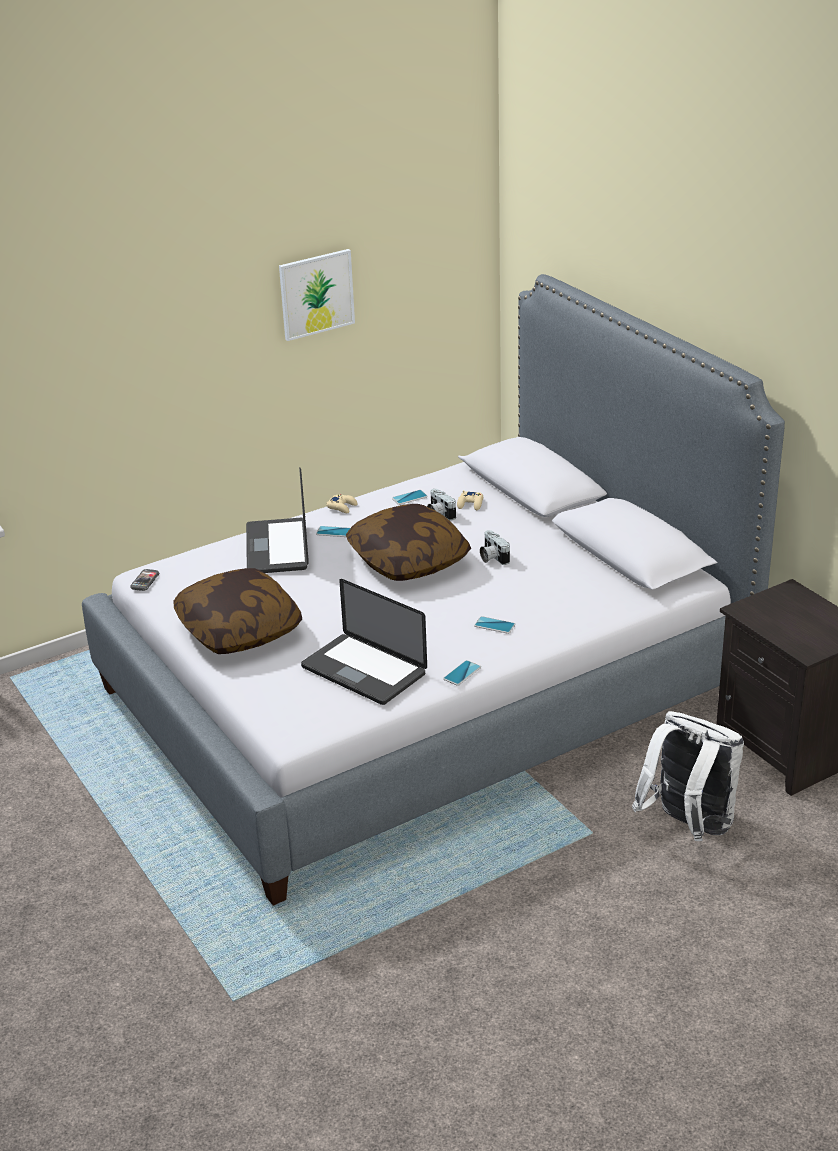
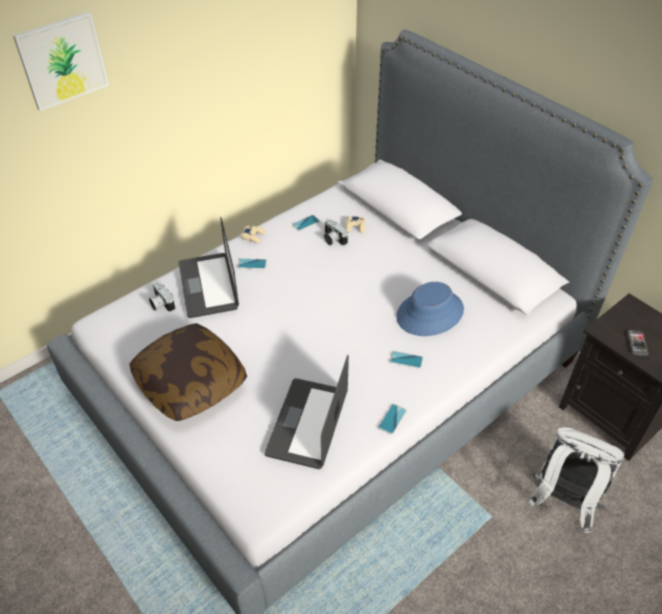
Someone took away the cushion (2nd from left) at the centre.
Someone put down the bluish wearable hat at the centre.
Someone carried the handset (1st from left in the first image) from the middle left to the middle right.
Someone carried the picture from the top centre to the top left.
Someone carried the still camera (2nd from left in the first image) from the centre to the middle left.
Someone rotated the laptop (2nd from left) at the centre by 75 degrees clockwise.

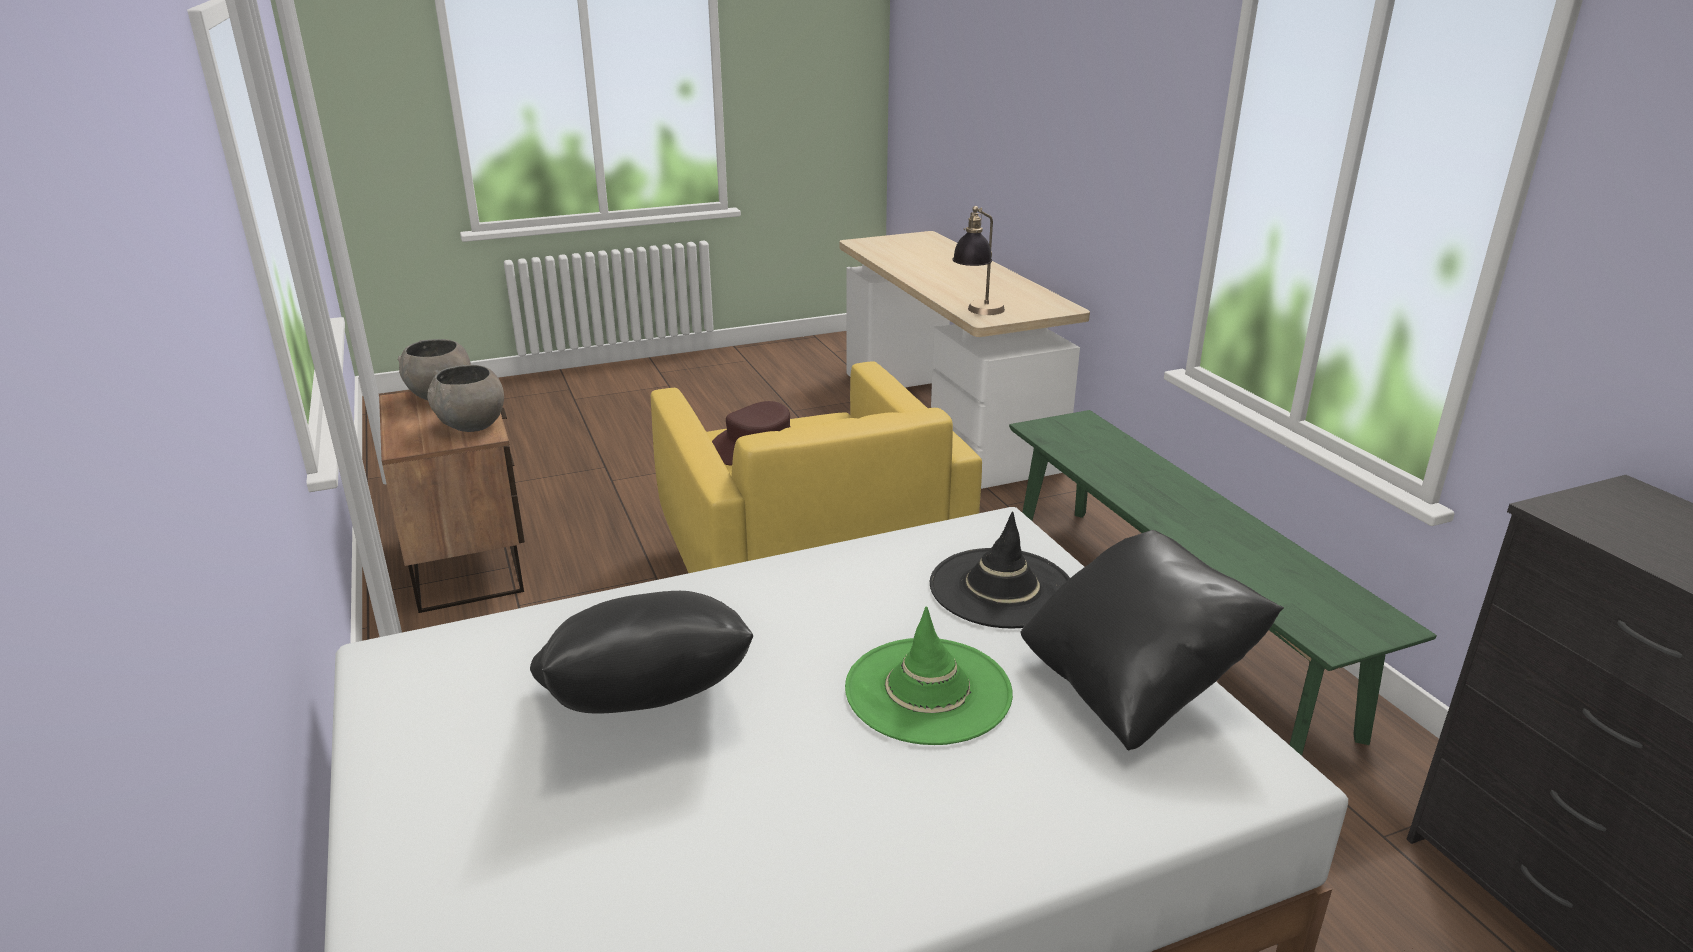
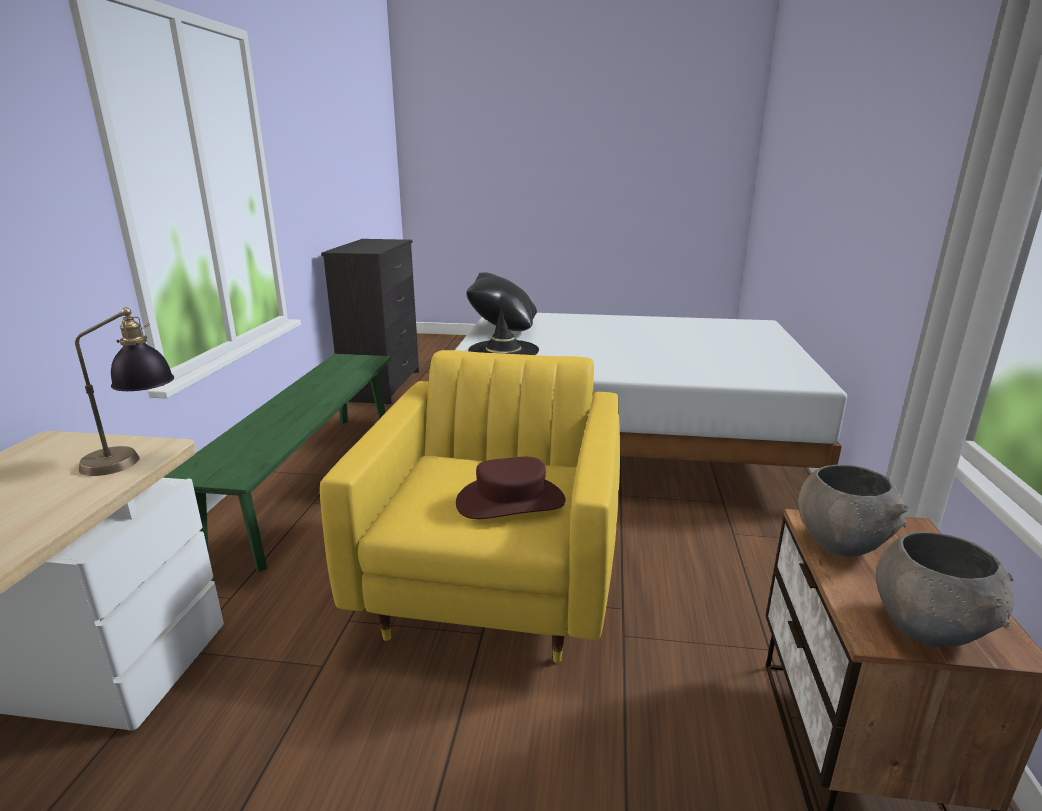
Someone took away the black cushion (1st from left) at the bottom centre.
Someone took away the green wearable hat at the bottom centre.

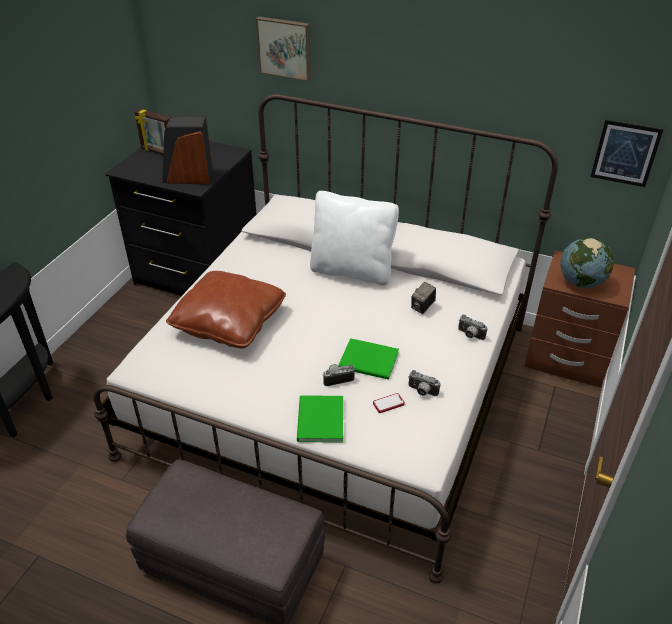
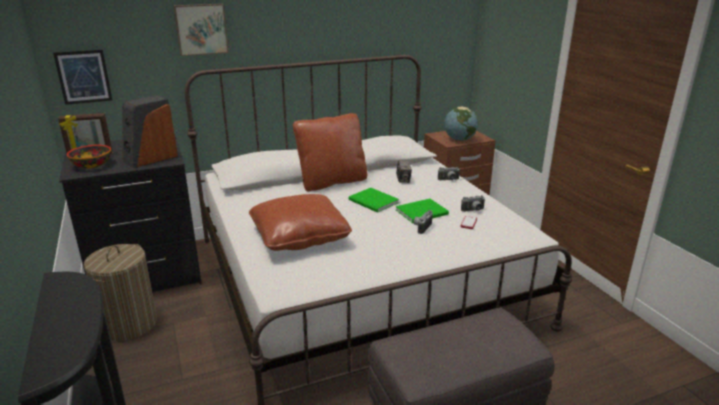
Someone put down the bowl at the middle left.
Someone put down the laundry basket at the bottom left.
Someone carried the green bound book (1st from left) from the bottom centre to the centre.
Someone carried the picture (2nd from left in the first image) from the top right to the top left.
Someone repainted the whitish cushion at the centre, which became the brown cushion (2nd from left) at the centre.

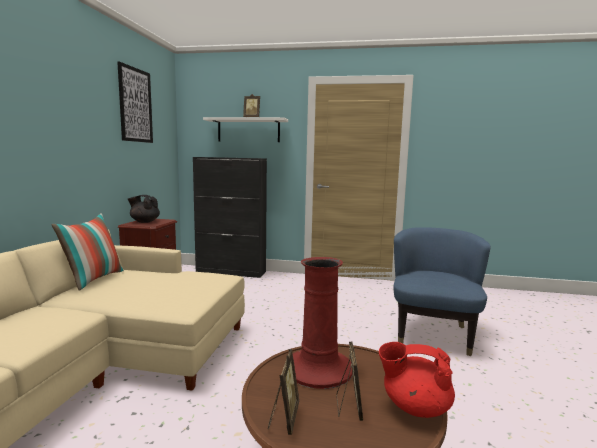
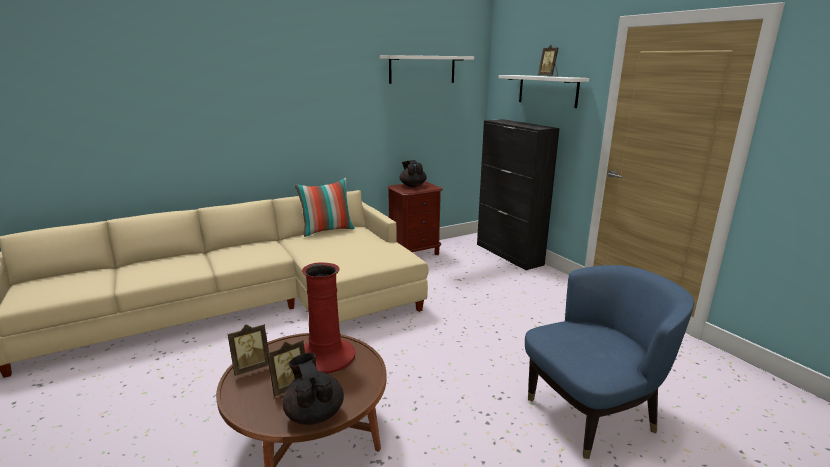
Someone swapped the picture at the top left for the whitish shelf (1st from left) at the top centre.
Someone repainted the red-coloured teapot at the bottom right, which became the black teapot (1st from left) at the bottom centre.

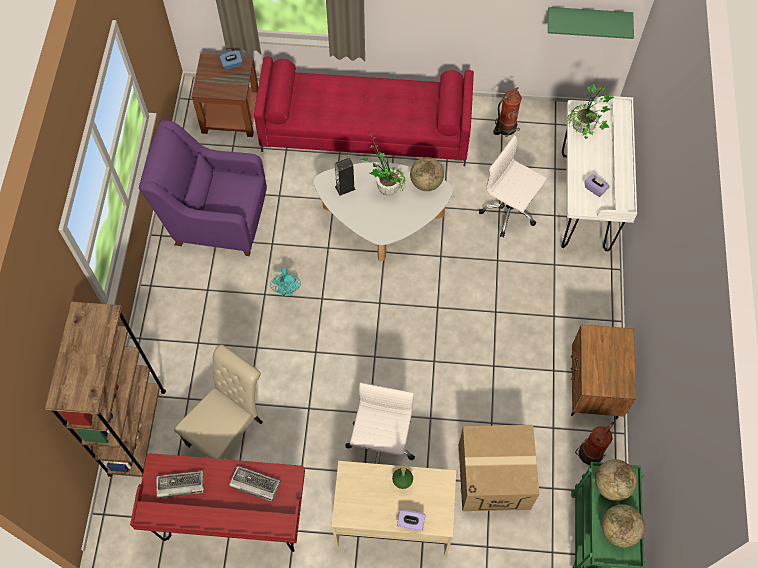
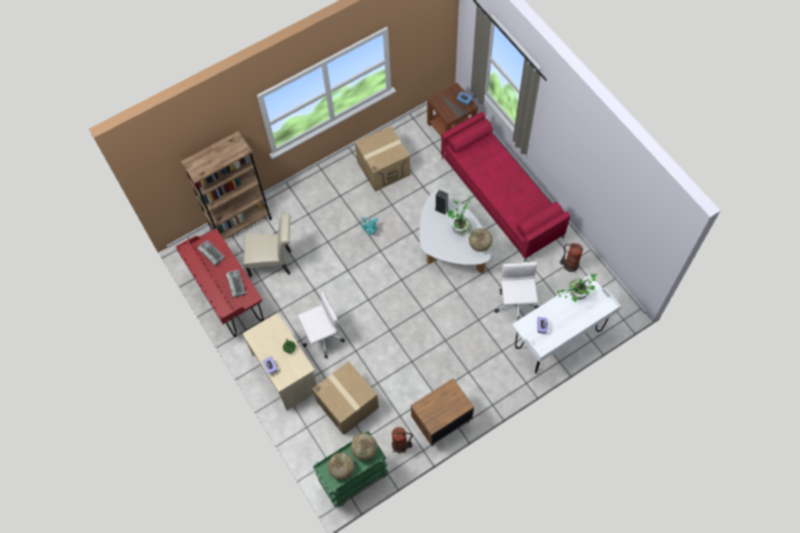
Someone took away the green shelf at the top right.
Someone swapped the purplish lounge chair at the top left for the packing box (2nd from left) at the top centre.

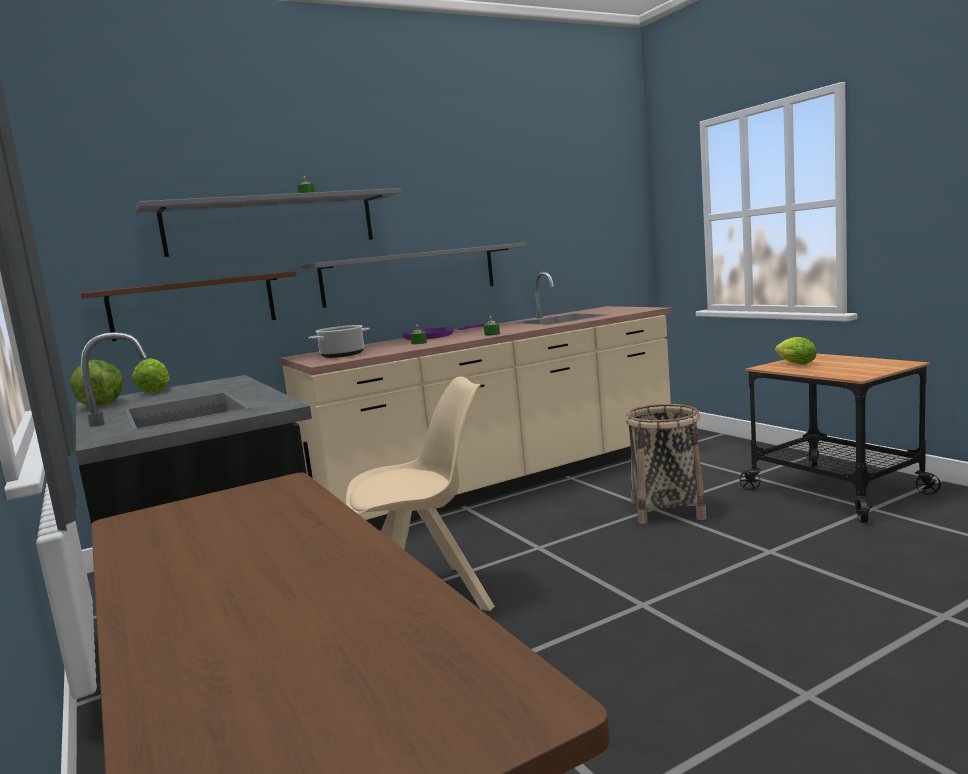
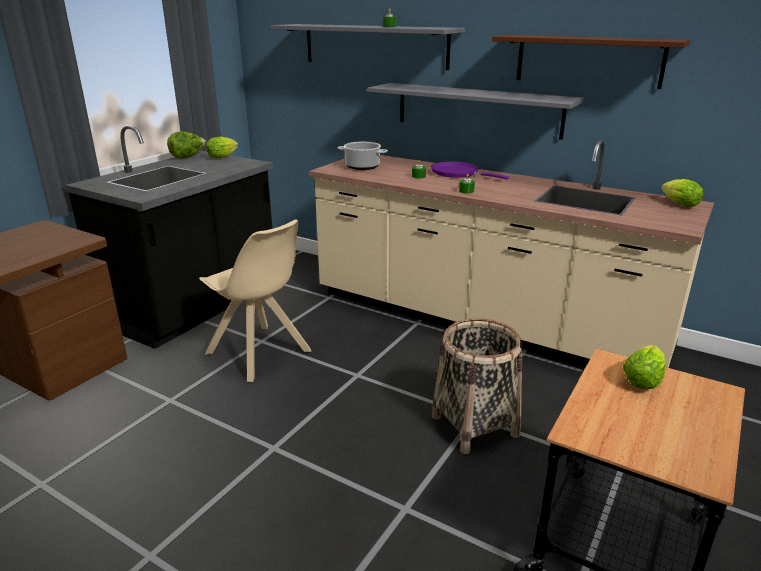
Someone put down the lettuce head (4th from left) at the middle right.
Someone carried the brown shelf from the middle left to the top right.

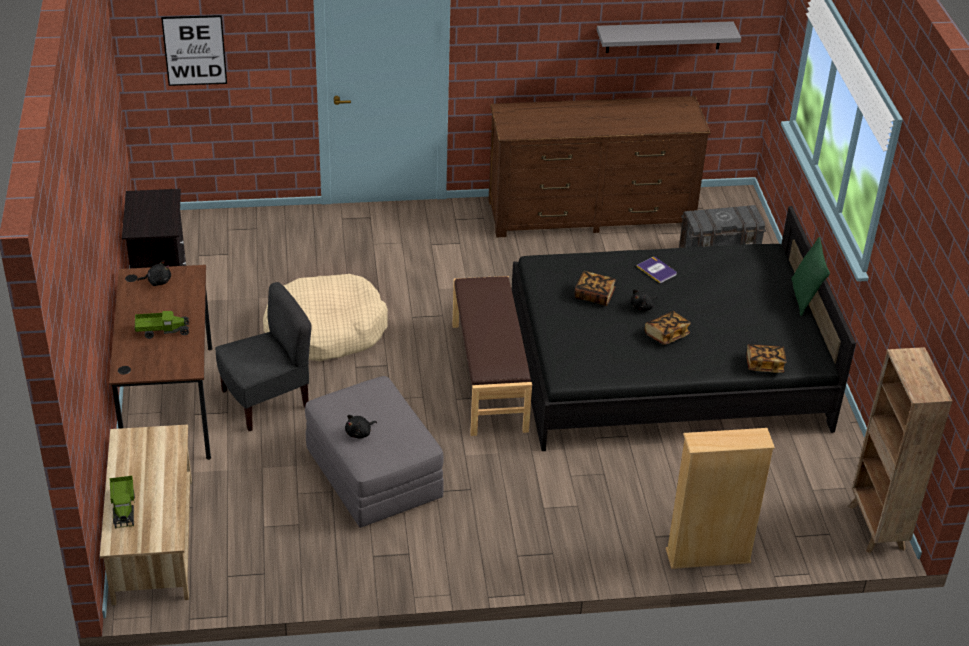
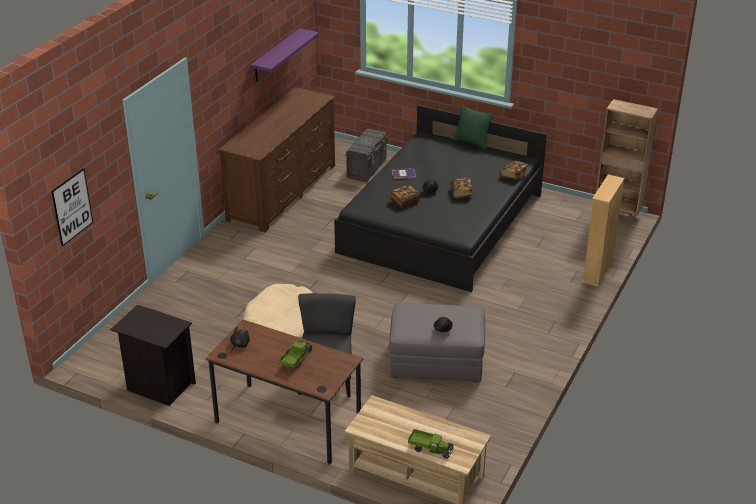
Someone took away the brown long seat at the centre.
Someone repainted the gray shelf at the top right, which became the purplish shelf at the top centre.

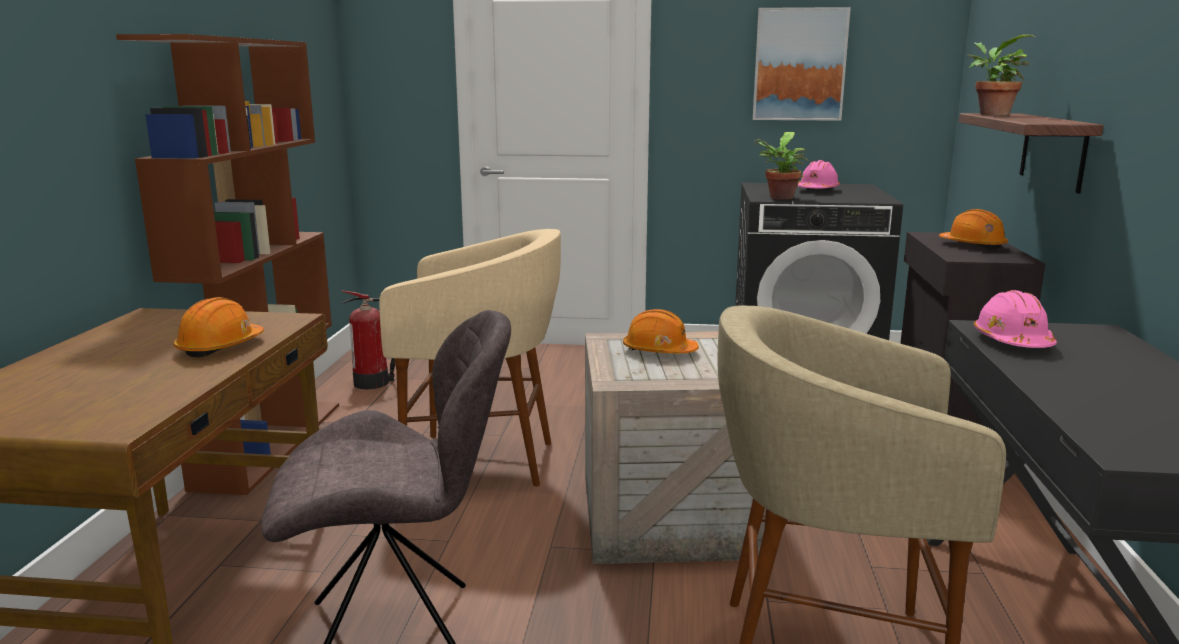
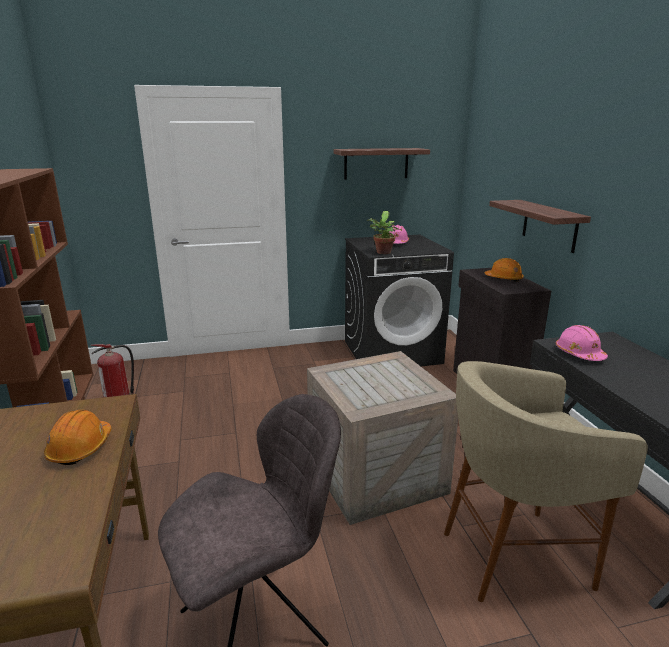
Someone took away the beige-coloured sitting stool (1st from left) at the centre.
Someone took away the orangey hard hat (2nd from left) at the centre.
Someone took away the houseplant (2nd from left) at the top right.
Someone swapped the picture at the top right for the shelf (1st from left) at the top centre.

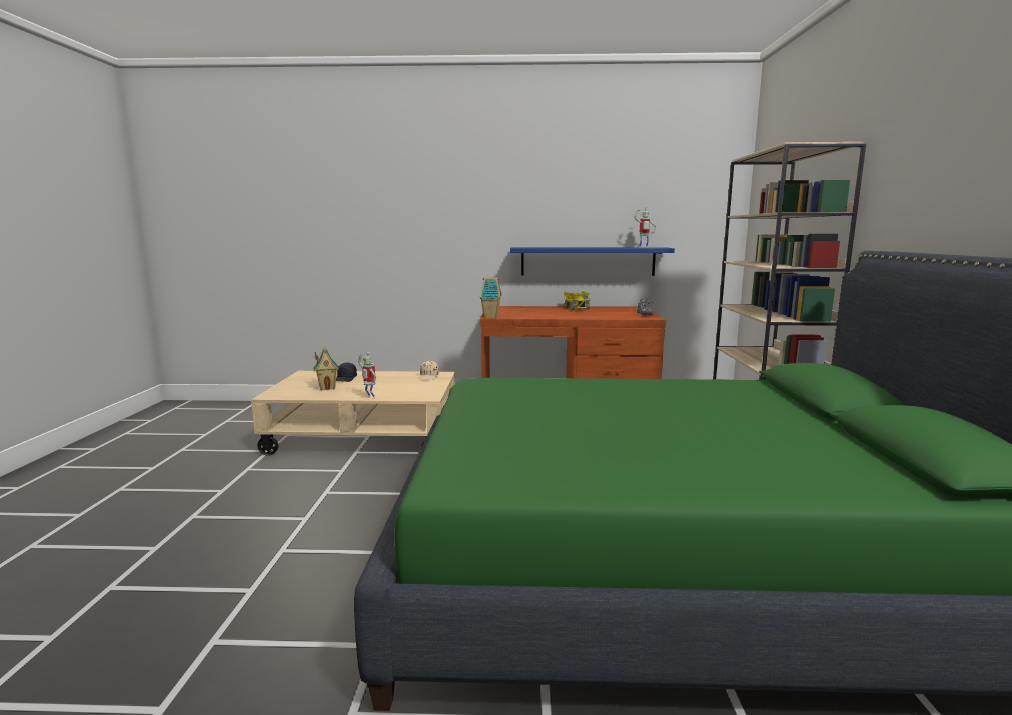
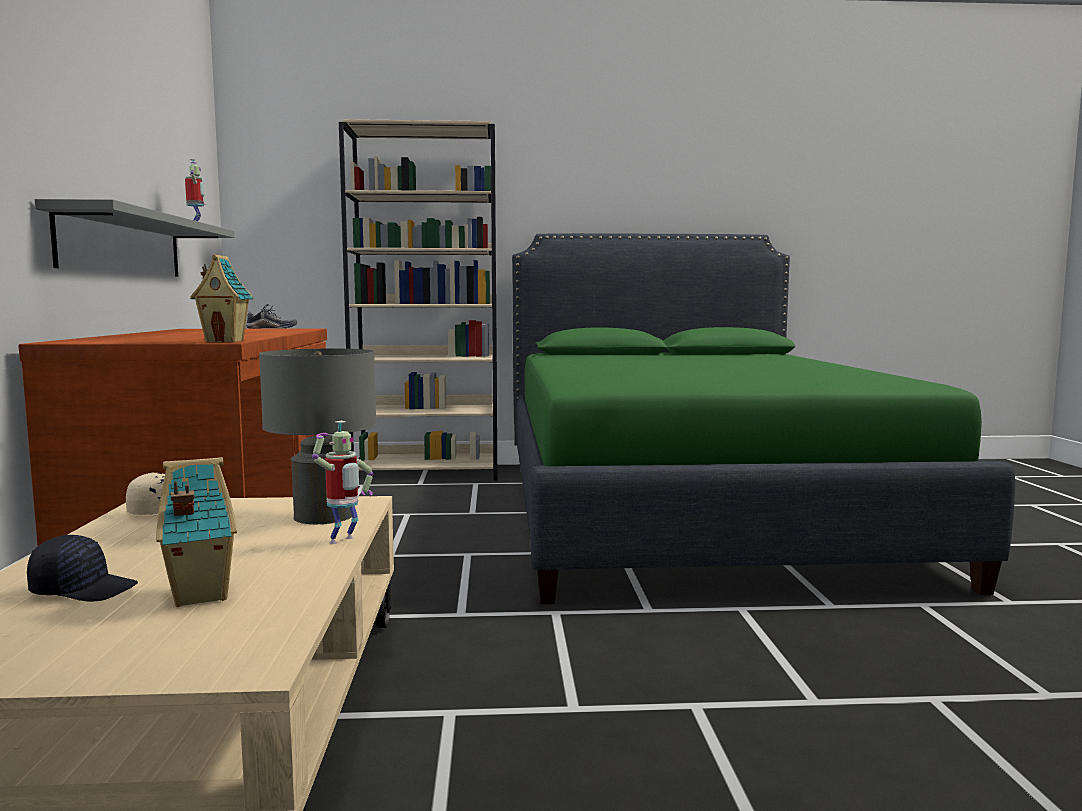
Someone took away the model truck at the centre.
Someone put down the gray table lamp at the middle left.
Someone repainted the bluish shelf at the centre, which became the gray shelf at the top left.

